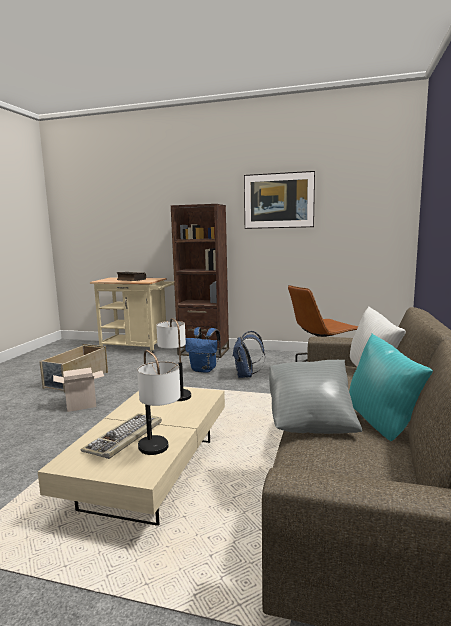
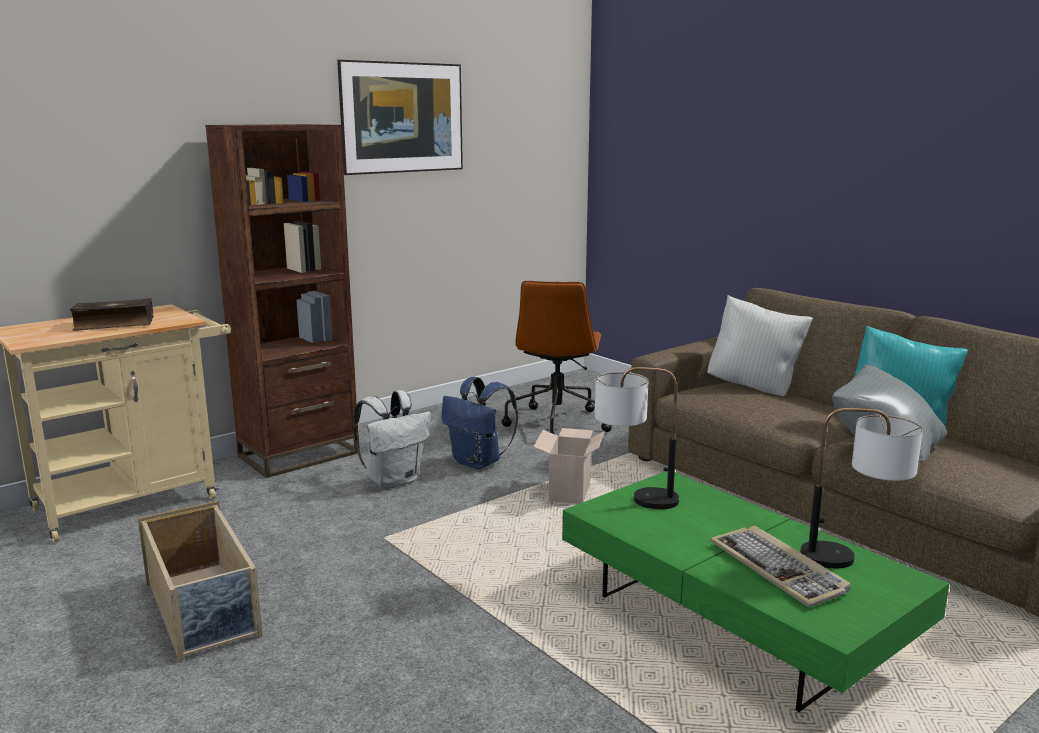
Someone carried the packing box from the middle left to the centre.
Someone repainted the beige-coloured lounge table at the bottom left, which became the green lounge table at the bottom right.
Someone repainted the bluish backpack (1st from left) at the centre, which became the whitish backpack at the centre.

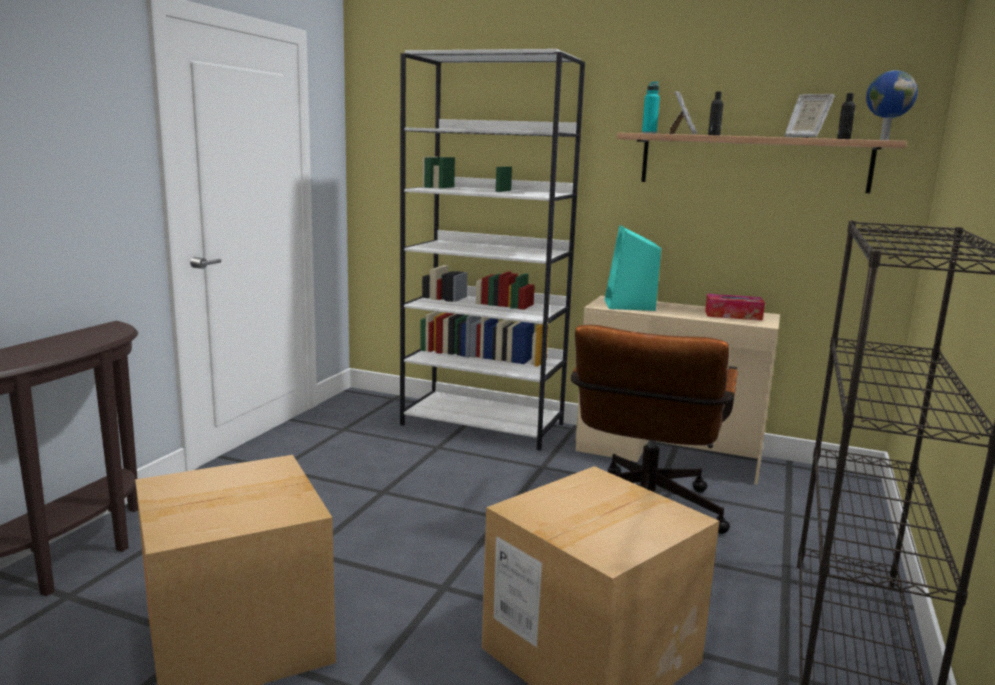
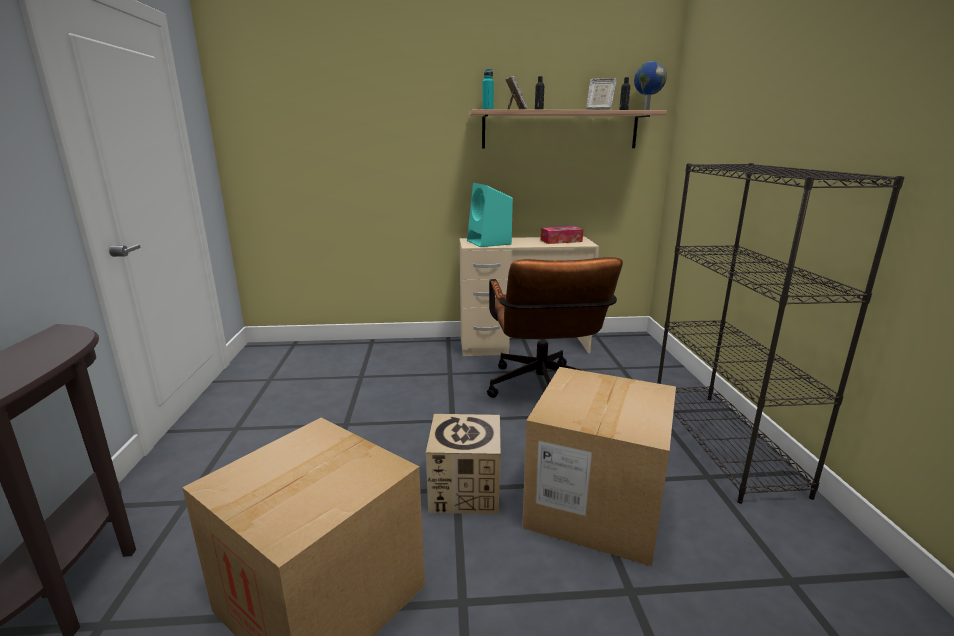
Someone took away the whitish bookshelf at the centre.
Someone put down the packing box (2nd from left) at the bottom centre.

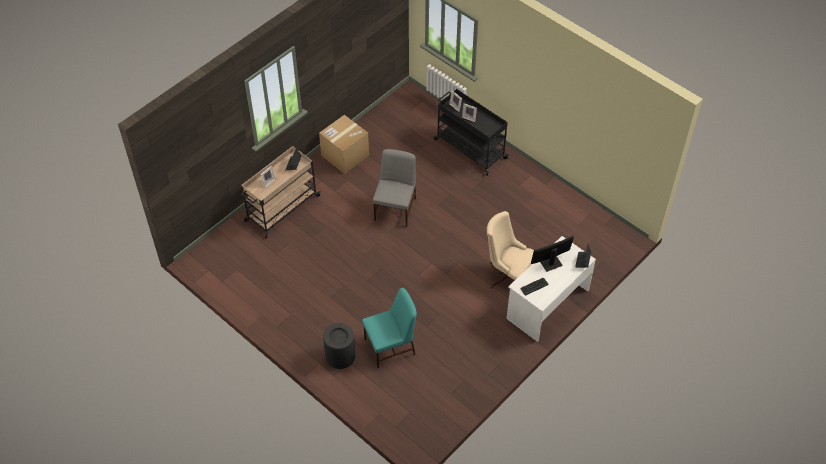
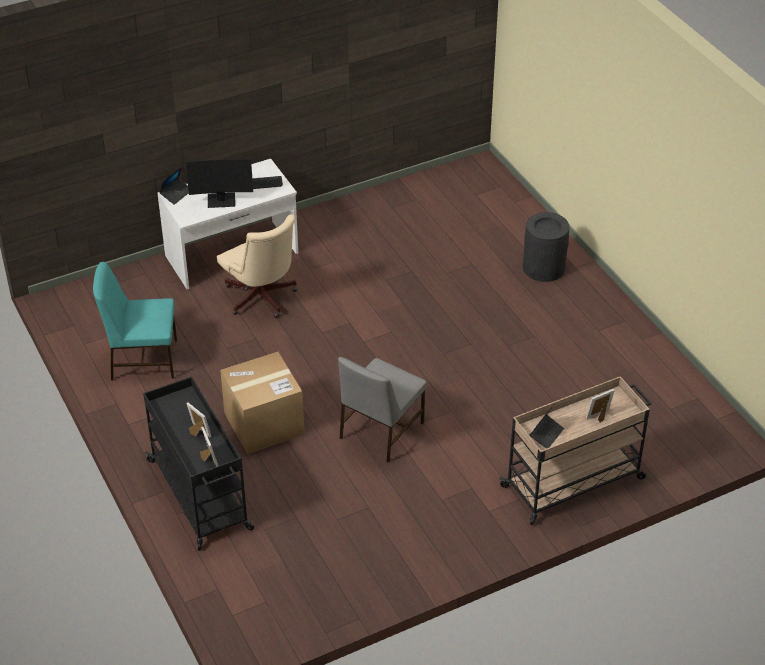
Someone carried the packing box from the top centre to the centre.
Someone carried the turquoise-coloured chair from the bottom centre to the middle left.

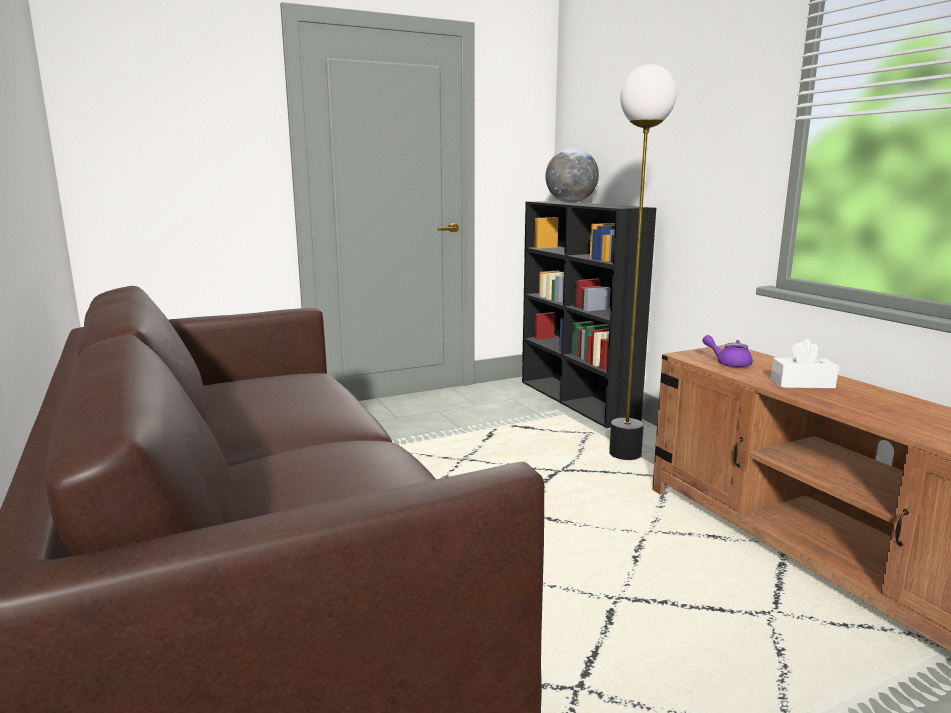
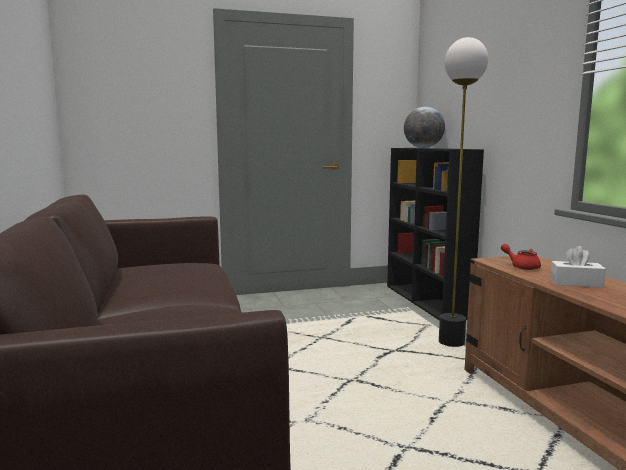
Someone repainted the purplish teapot at the middle right, which became the red-coloured teapot at the middle right.

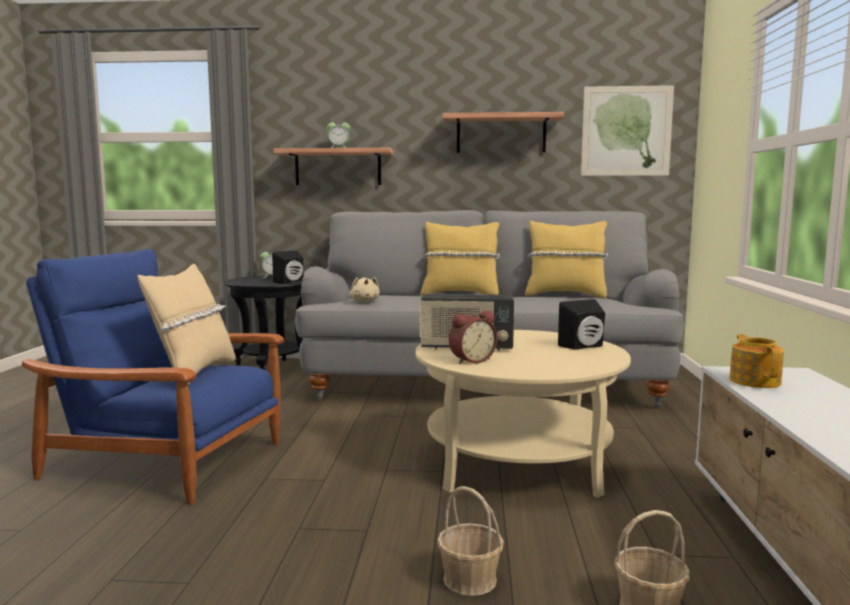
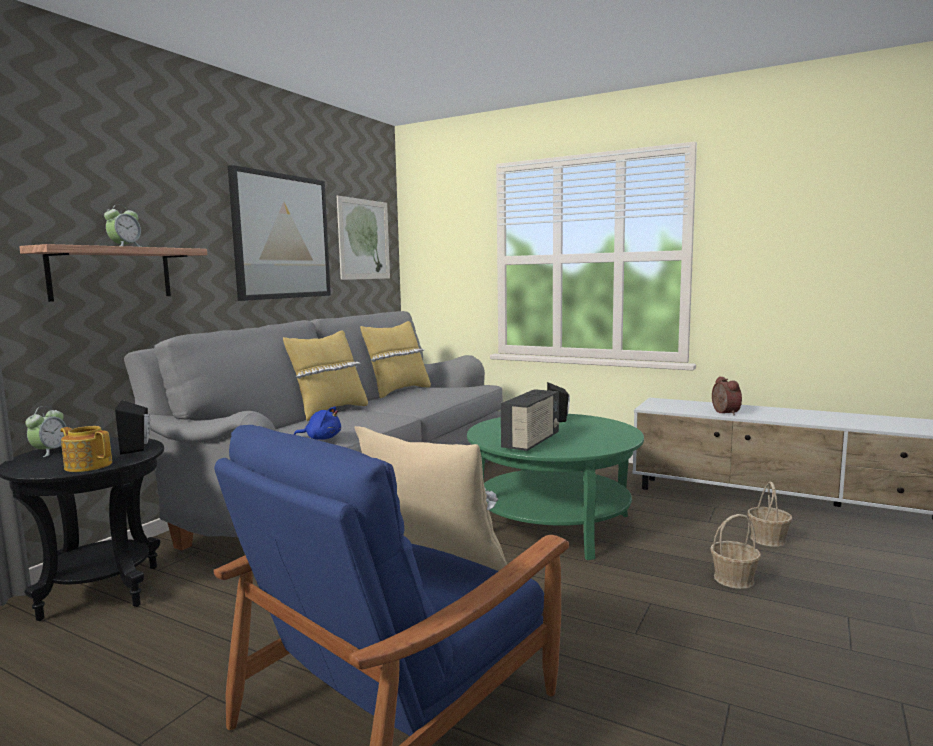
Someone carried the table clock (3rd from left) from the centre to the middle right.
Someone carried the teapot from the middle right to the middle left.
Someone swapped the shelf (2nd from left) at the top centre for the picture (1st from left) at the top left.
Someone repainted the beige-coloured plush toy at the centre, which became the bluish plush toy at the centre.
Someone repainted the beige-coloured lounge table at the bottom centre, which became the green lounge table at the centre.

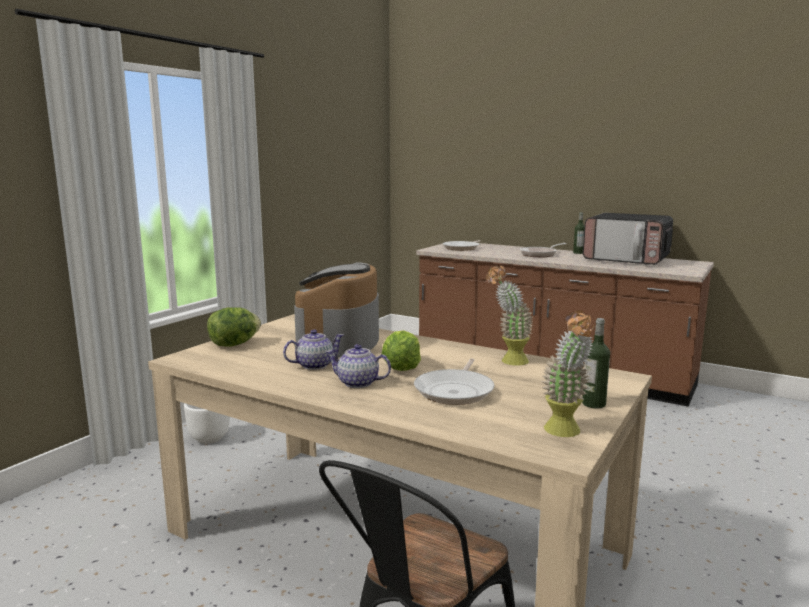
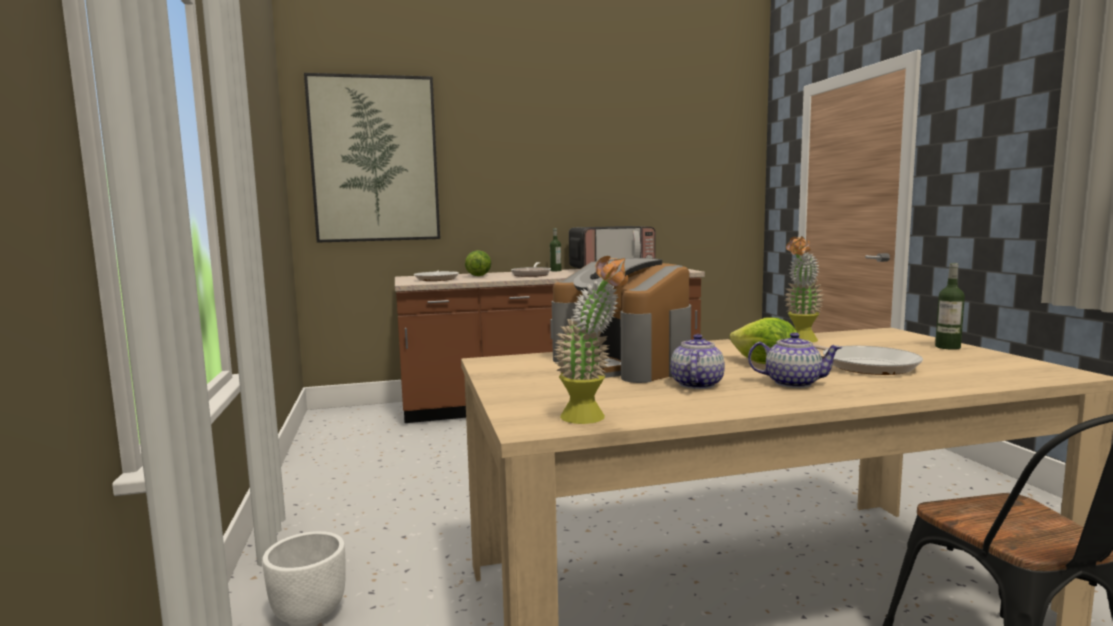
Someone put up the picture at the top centre.
Someone carried the lettuce head (1st from left) from the middle left to the centre.
Someone carried the houseplant (2nd from left in the first image) from the middle right to the centre.
Someone rotated the teapot (2nd from left) at the centre by 135 degrees counterclockwise.

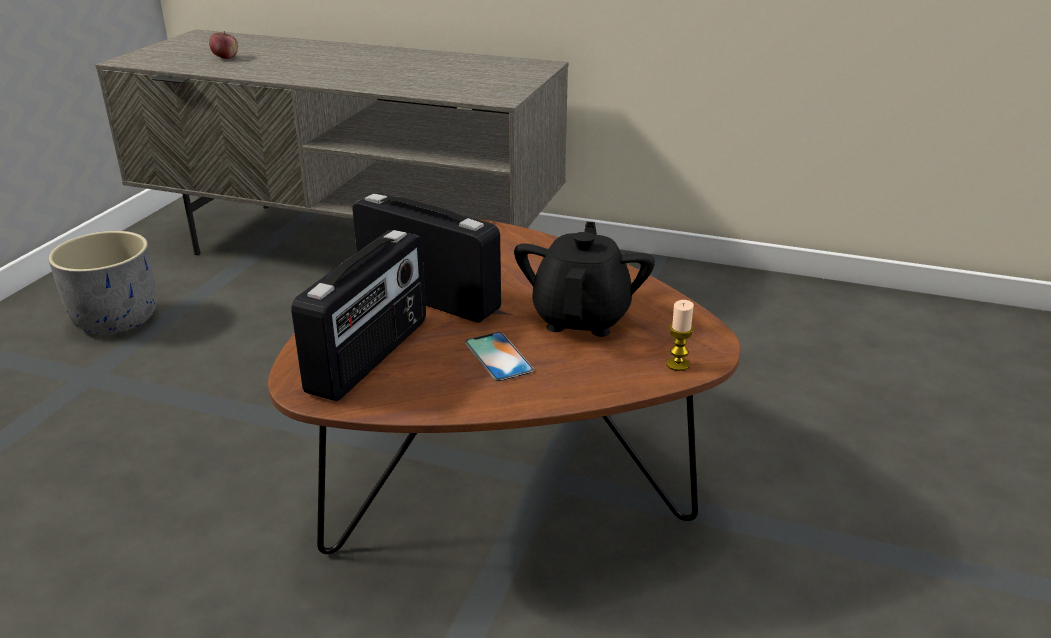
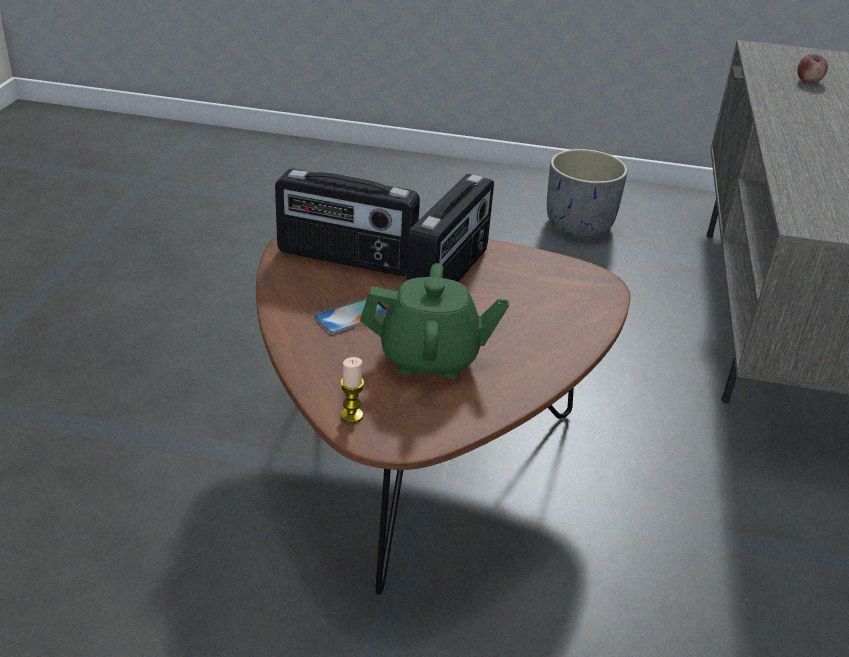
Someone repainted the black teapot at the centre, which became the green teapot at the centre.

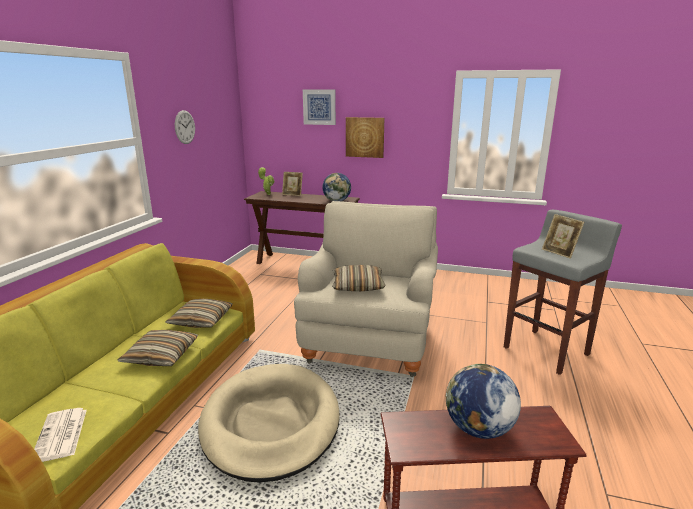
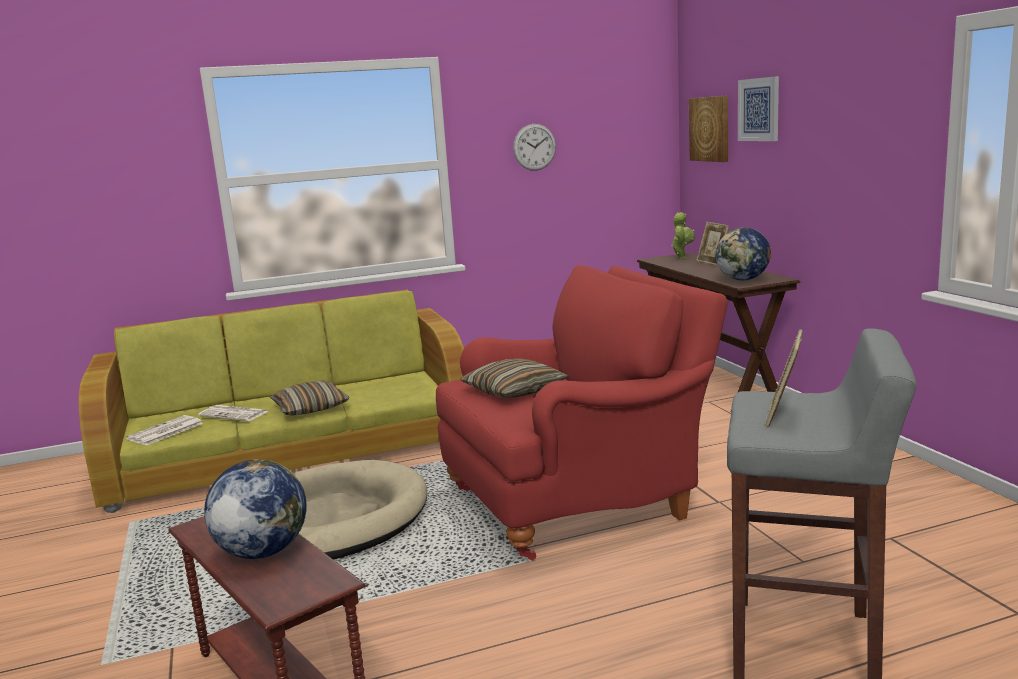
Someone took away the cushion (2nd from left) at the middle left.
Someone put down the daily paper (2nd from left) at the middle left.
Someone carried the picture (2nd from left in the first image) from the top centre to the top right.
Someone repainted the beige-coloured lounge chair at the centre, which became the red-coloured lounge chair at the centre.

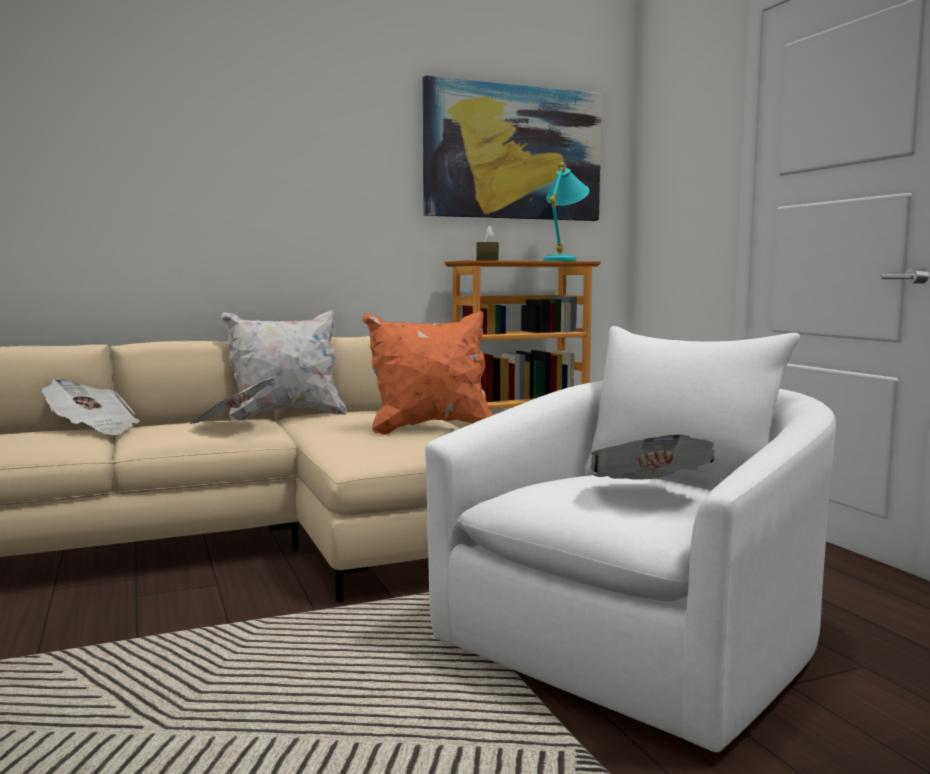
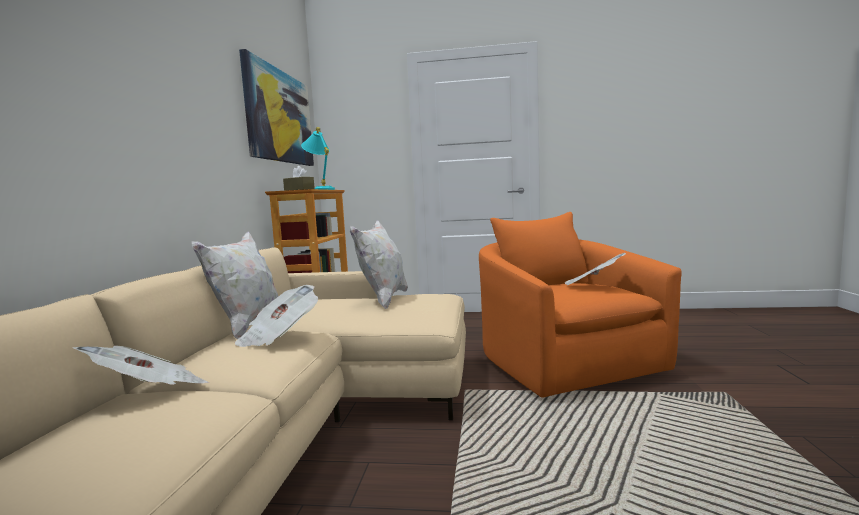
Someone repainted the orangey cushion at the centre, which became the whitish cushion (2nd from left) at the centre.
Someone repainted the whitish lounge chair at the bottom right, which became the orangey lounge chair at the middle right.

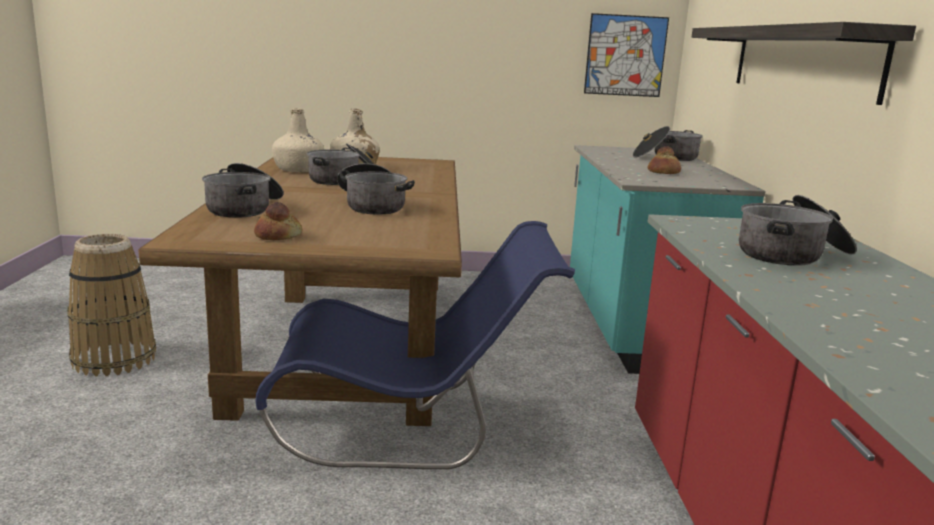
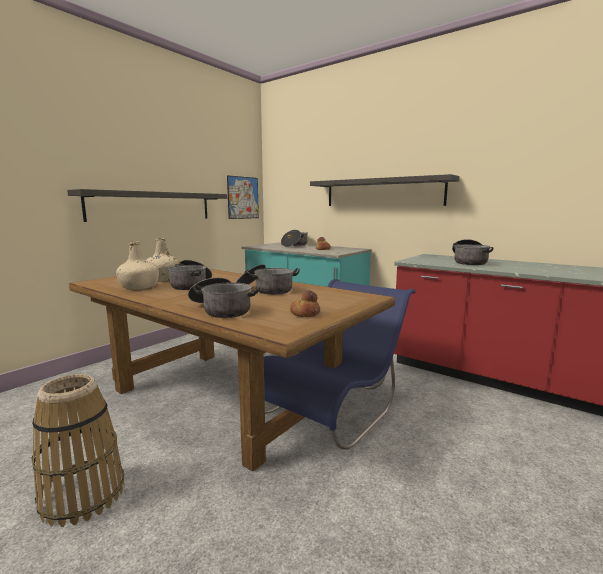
Someone put up the shelf (1st from left) at the middle left.

